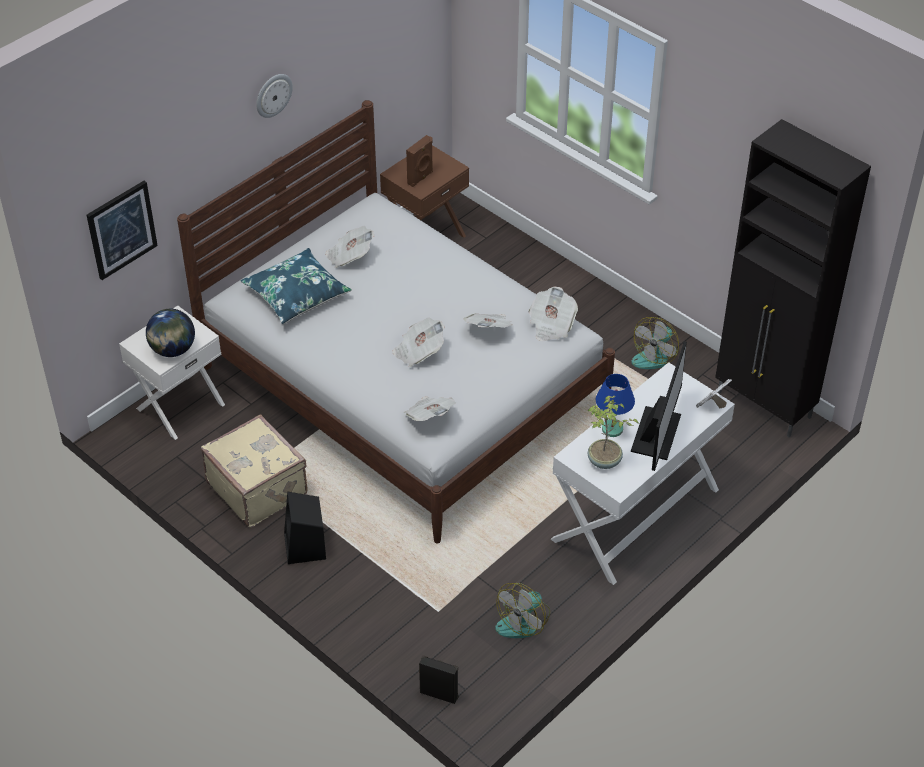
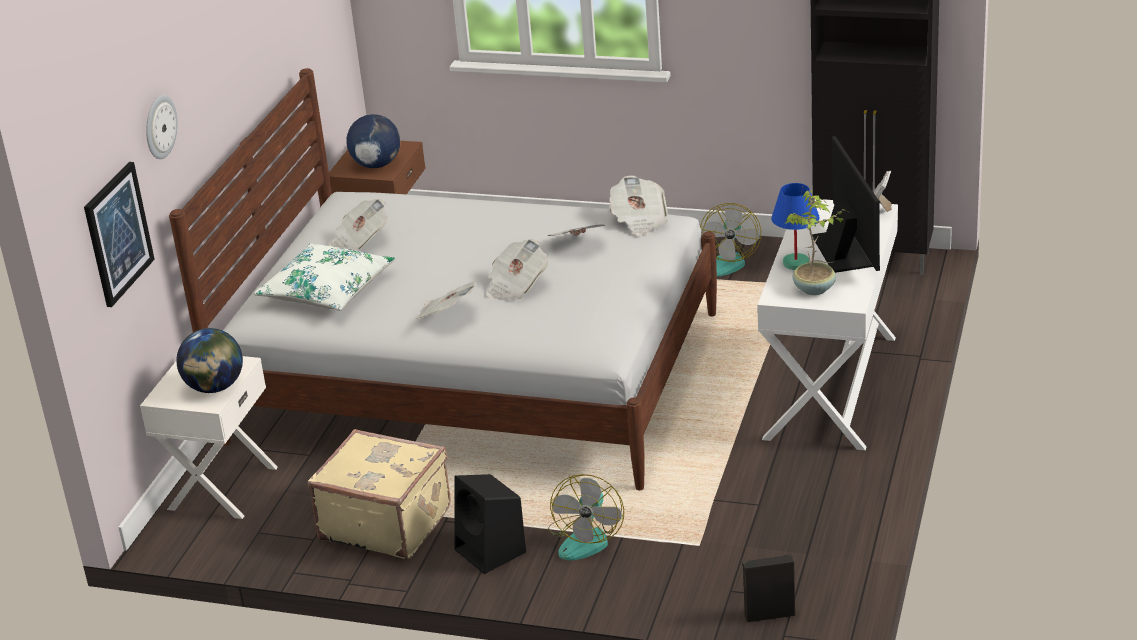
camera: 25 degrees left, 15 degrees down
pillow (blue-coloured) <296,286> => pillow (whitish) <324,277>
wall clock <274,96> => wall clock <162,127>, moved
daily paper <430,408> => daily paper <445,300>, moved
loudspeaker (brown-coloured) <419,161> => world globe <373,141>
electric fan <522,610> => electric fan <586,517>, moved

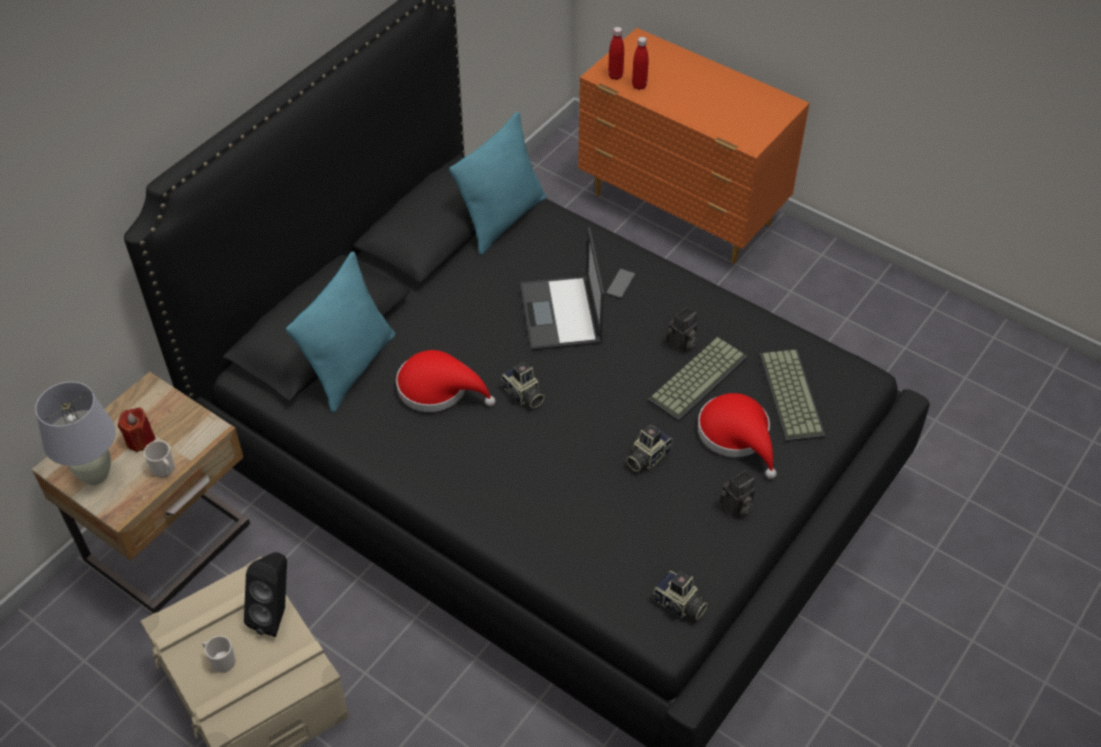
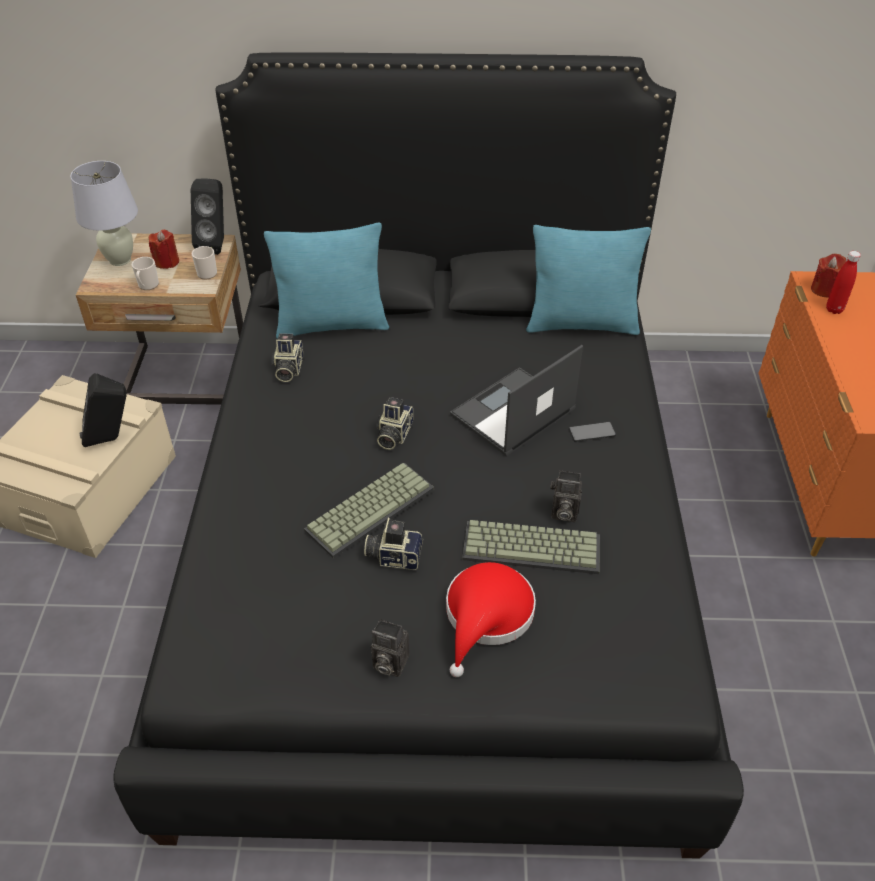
camera: 55 degrees right, 5 degrees down
mug <218,654> => mug <204,262>, moved
hat (red) <445,381> => nothing
bottle (red) <616,53> => wax candle (red) <828,276>
still camera <680,595> => still camera <287,357>, moved
keyboard <792,396> => keyboard <369,511>, moved
nothing => loudspeaker (blackish) <207,216>

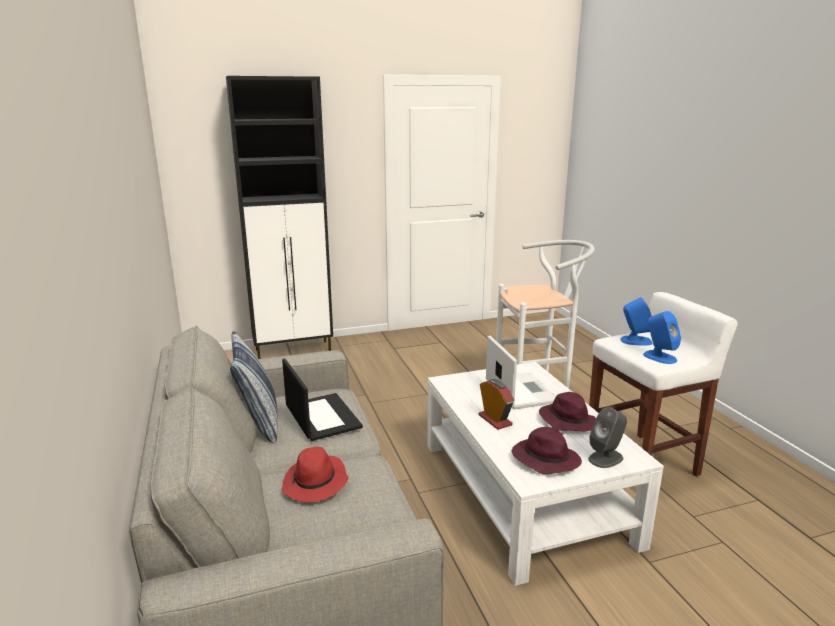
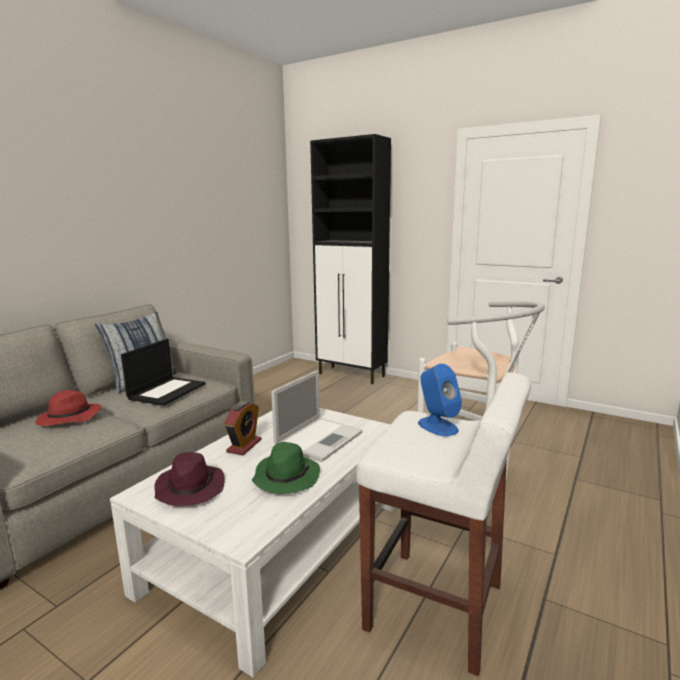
camera: 50 degrees right, 5 degrees down
hat (purplish) <567,411> => hat (green) <286,468>
loudspeaker (grey) <607,437> => nothing
loudspeaker (blue-coloured) <662,337> => nothing

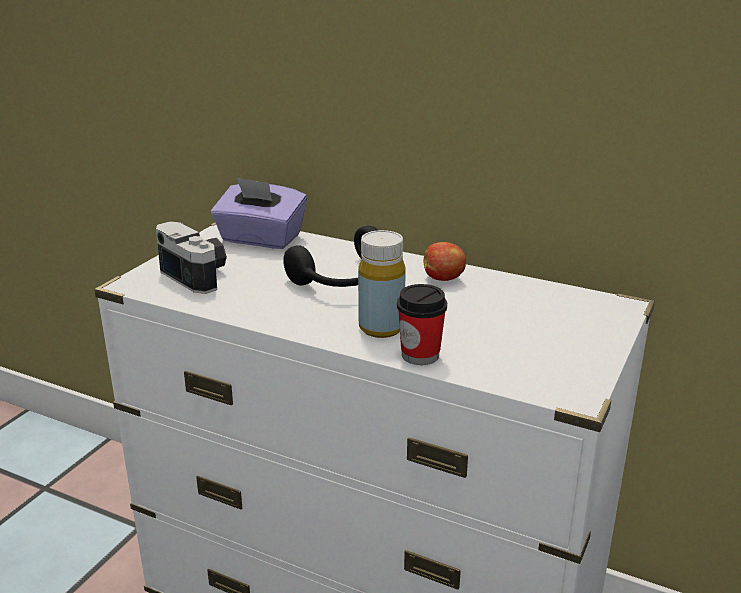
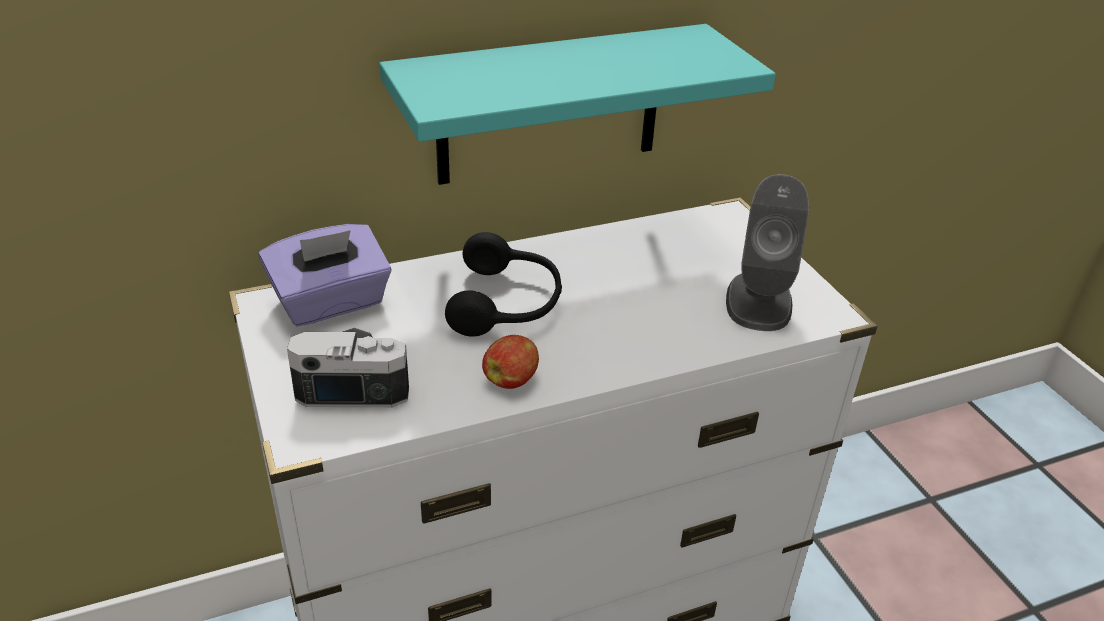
camera: 50 degrees left, 10 degrees up
bottle (yellow-coloured) <382,284> => nothing
small cup <422,324> => nothing
whole apple <445,261> => whole apple <510,362>, moved
nothing => shelf (blue-green) <577,104>
nothing => loudspeaker (grey) <767,252>

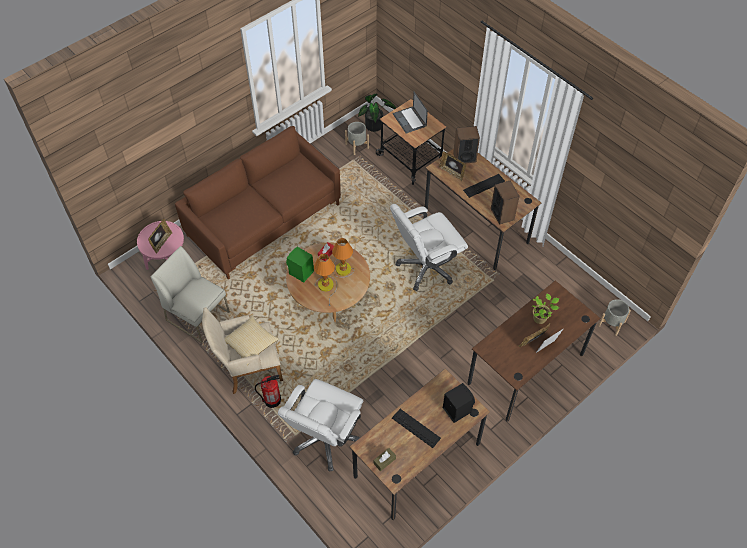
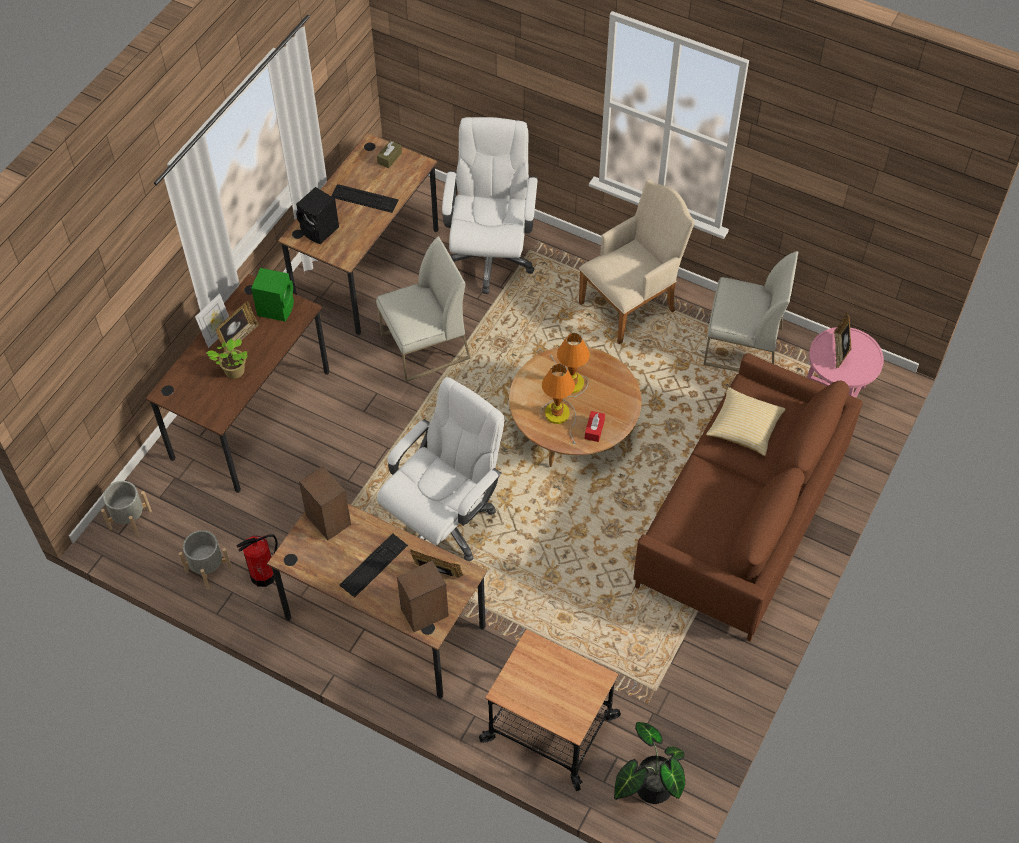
camera: 160 degrees right, 0 degrees up
pillow <251,340> => pillow <745,421>, moved
fire-fighting cylinder <268,391> => fire-fighting cylinder <257,560>, moved
loudspeaker (green) <300,264> => loudspeaker (green) <272,295>, moved
flower pot (grey) <357,138> => flower pot (grey) <205,560>, moved
notebook computer <410,112> => nothing
nothing => plain chair (whitish) <423,309>

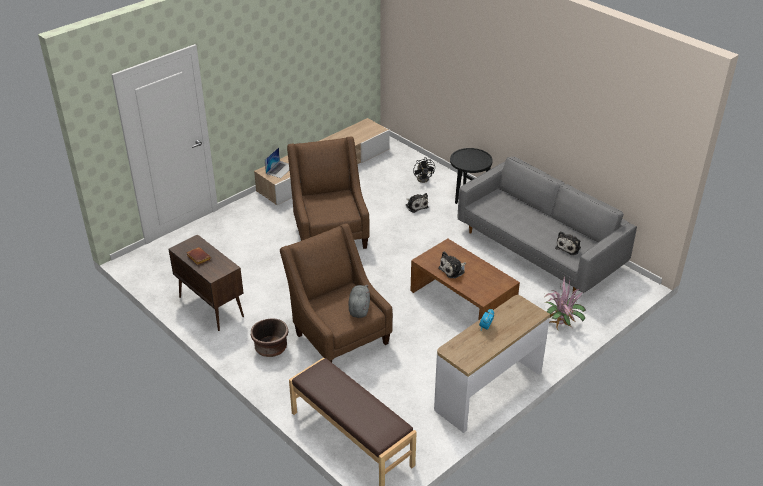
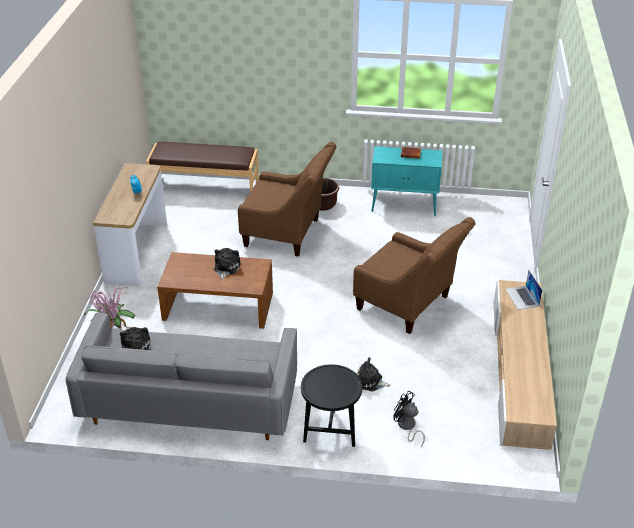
camera: 140 degrees right, 0 degrees up
storage cabinet (brown-coloured) <206,282> => storage cabinet (blue-green) <406,181>
soft toy (grey) <359,301> => nothing

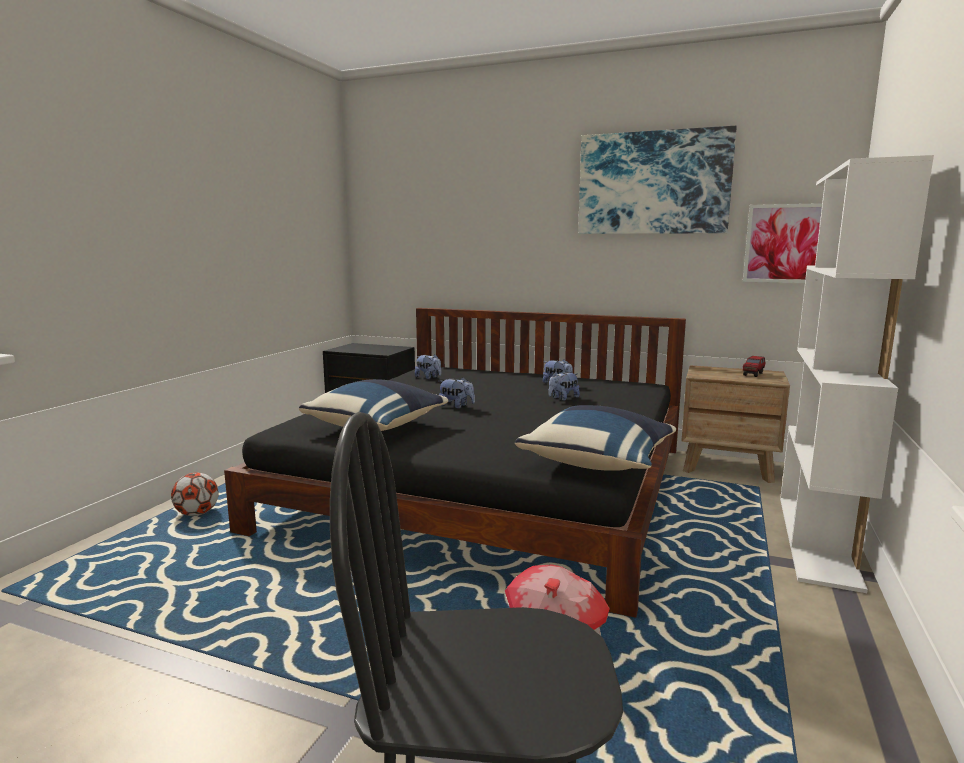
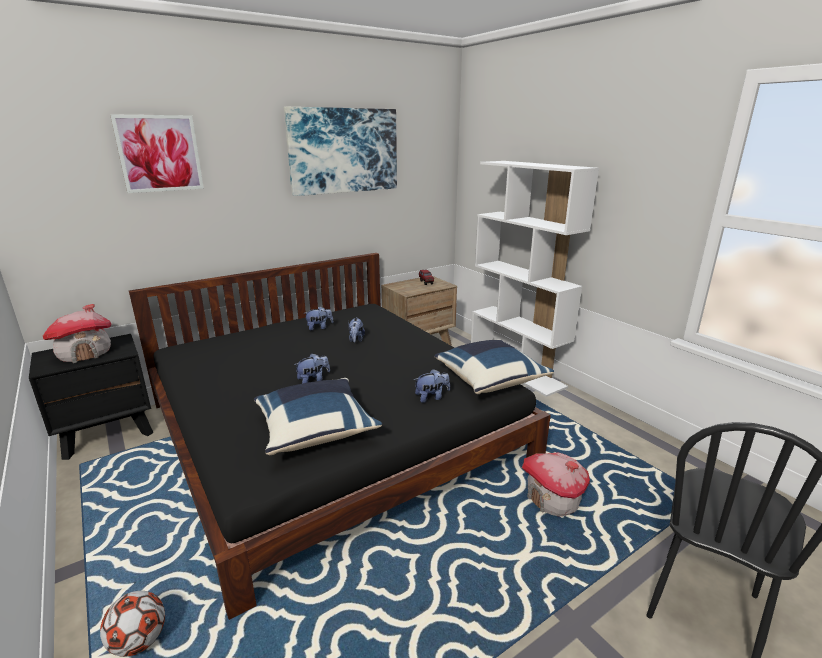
camera: 55 degrees left, 10 degrees up
soft toy <428,366> => soft toy <432,386>, moved
picture <782,243> => picture <157,153>, moved
nothing => toy house <77,333>

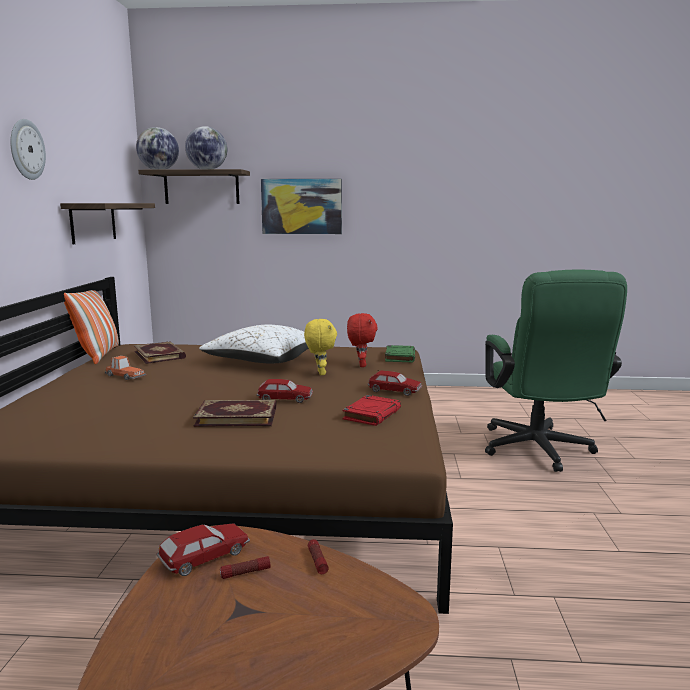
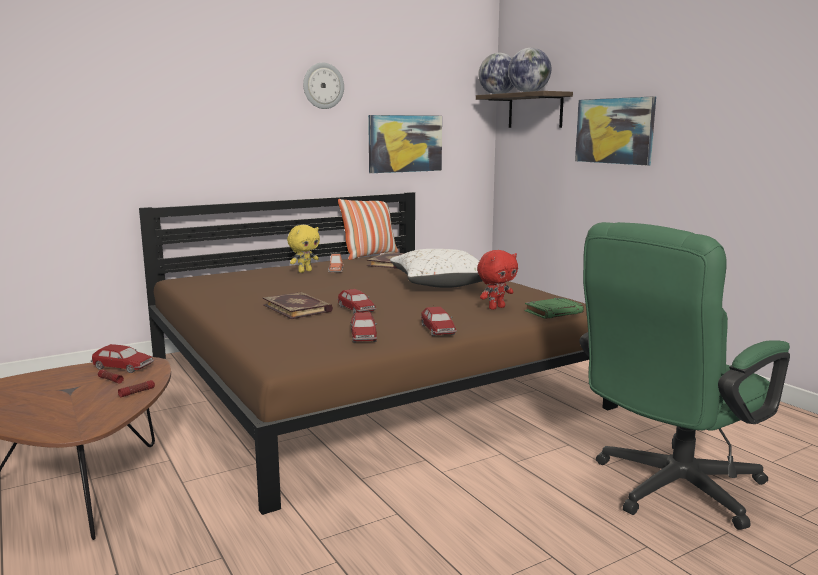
camera: 55 degrees right, 0 degrees up
shelf <107,223> => picture <405,144>
soft toy (yellow-coloured) <320,347> => soft toy (yellow-coloured) <303,249>, moved
bound book (red) <372,410> => miniature car <364,327>

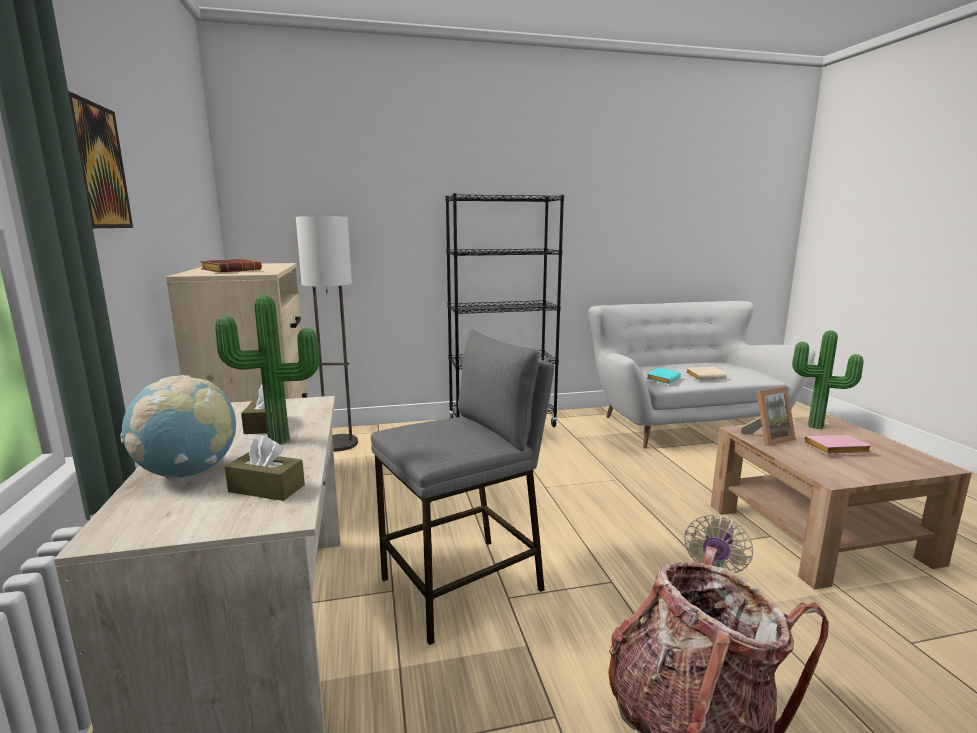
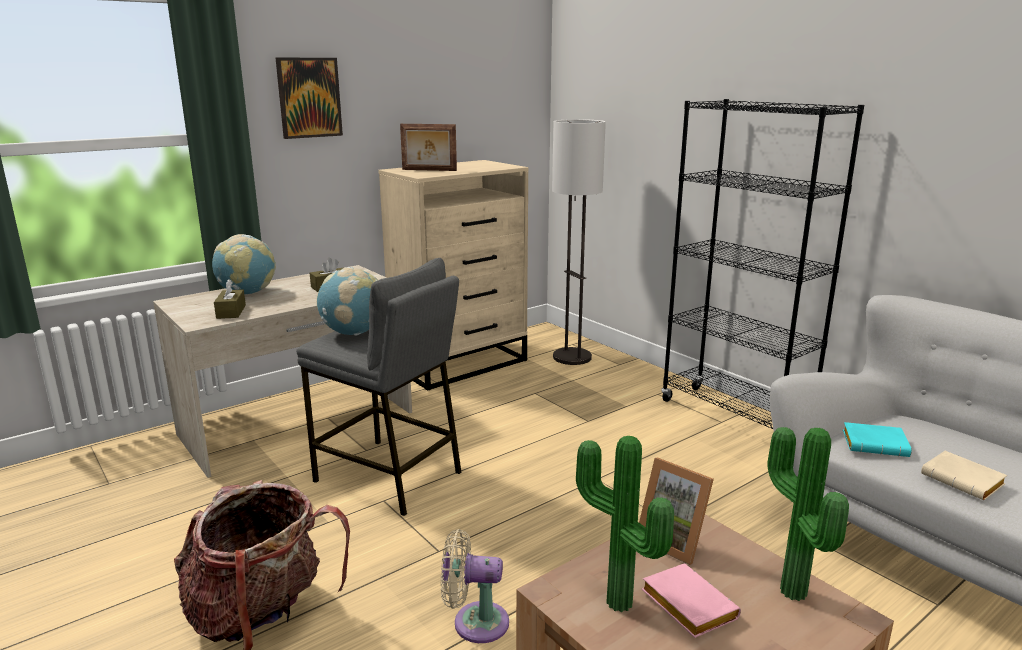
camera: 65 degrees right, 5 degrees up
bound book (brown-coloured) <231,266> => photo frame <428,147>
potted plant <267,370> => potted plant <625,524>, moved
nothing => world globe <347,301>

